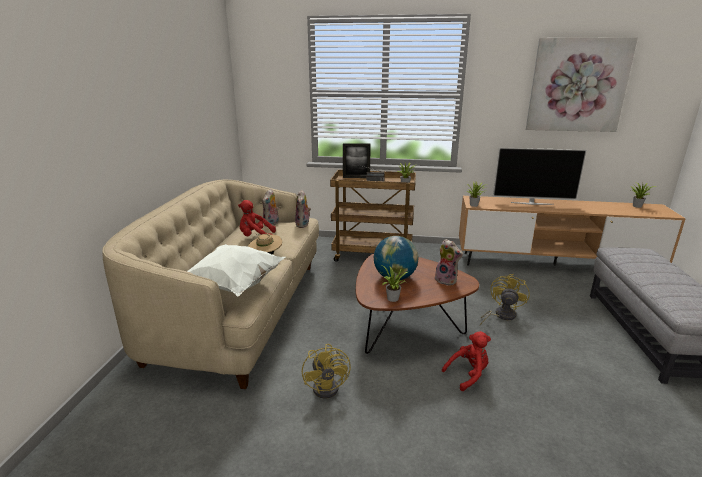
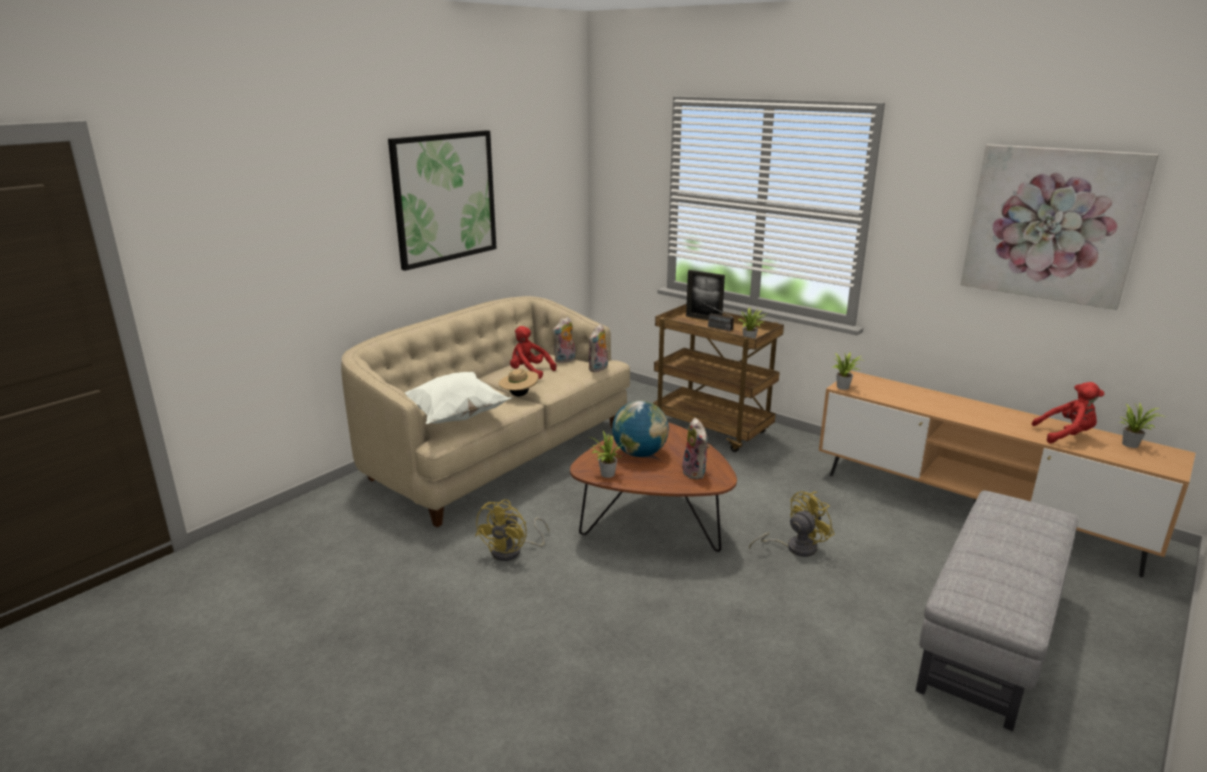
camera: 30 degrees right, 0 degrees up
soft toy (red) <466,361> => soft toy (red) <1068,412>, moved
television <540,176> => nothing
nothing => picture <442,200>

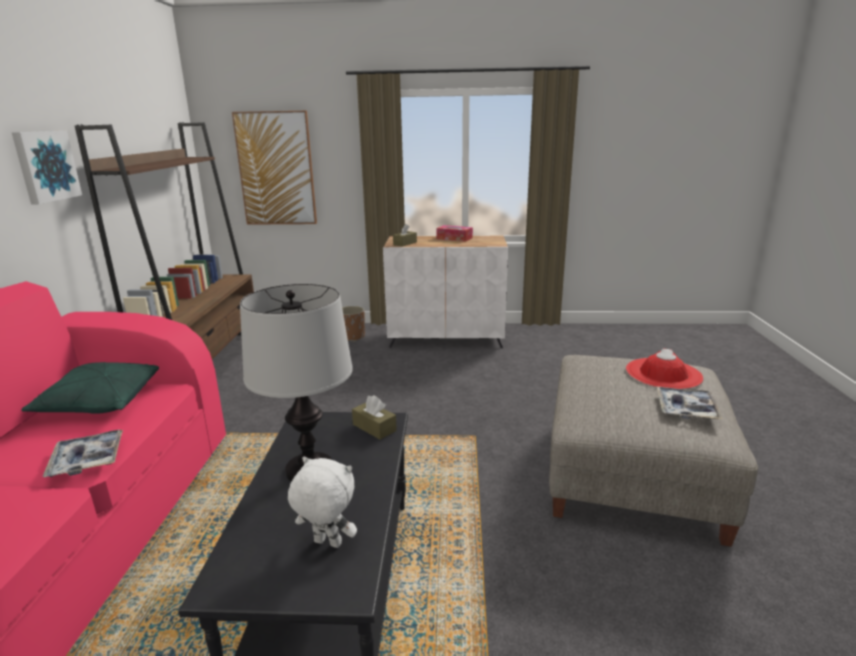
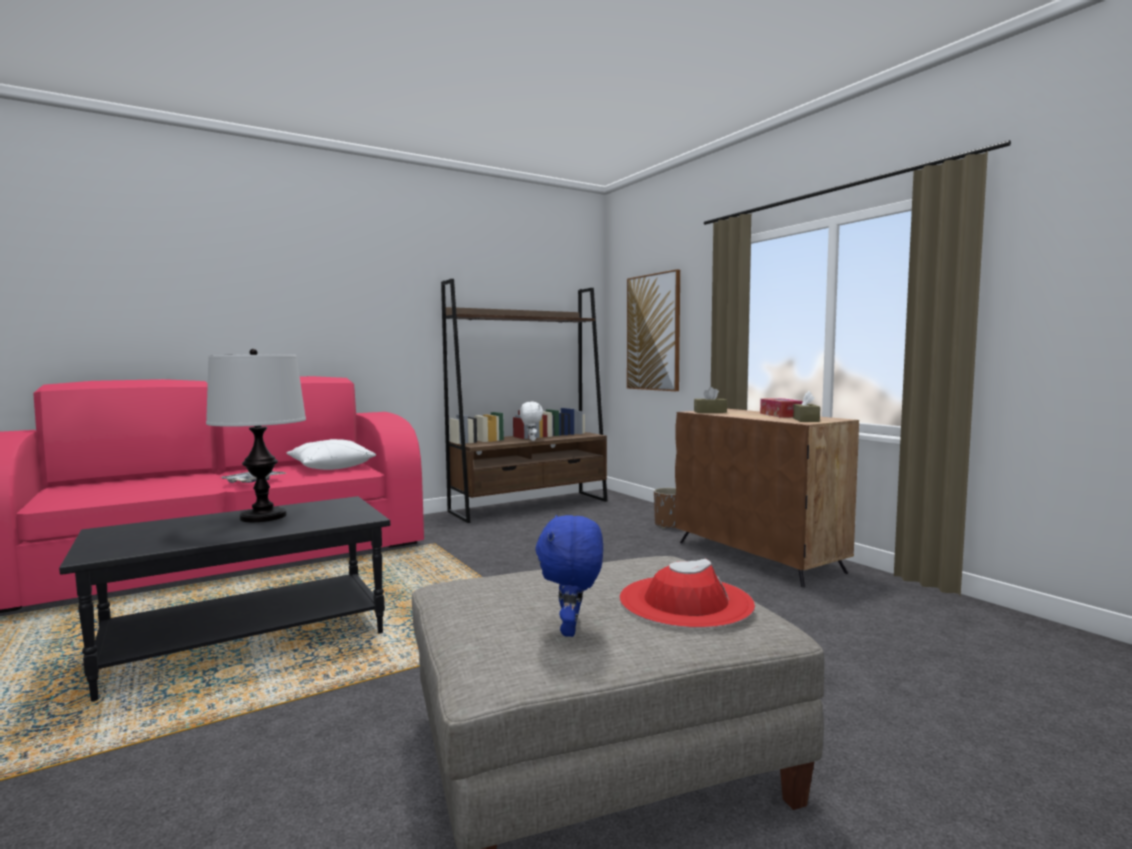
camera: 55 degrees right, 15 degrees down
picture <47,167> => nothing
pillow (green) <90,388> => pillow (whitish) <331,454>
soft toy (whitish) <322,502> => soft toy (whitish) <531,421>, moved
tissue box (brown-coloured) <374,417> => tissue box (brown-coloured) <806,406>, moved
storage cabinet (whitish) <445,292> => storage cabinet (brown-coloured) <767,498>
carrying tray <690,403> => soft toy (blue-coloured) <569,576>

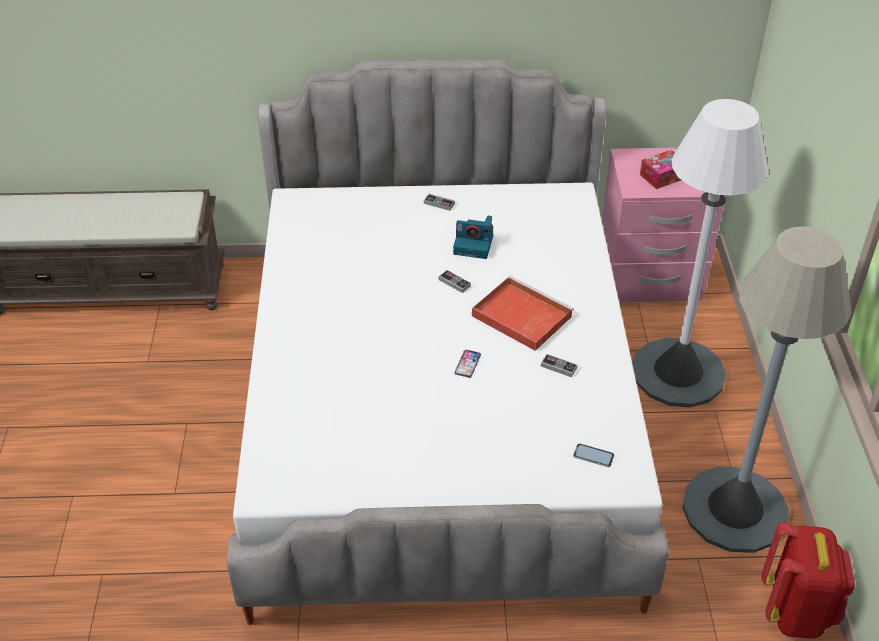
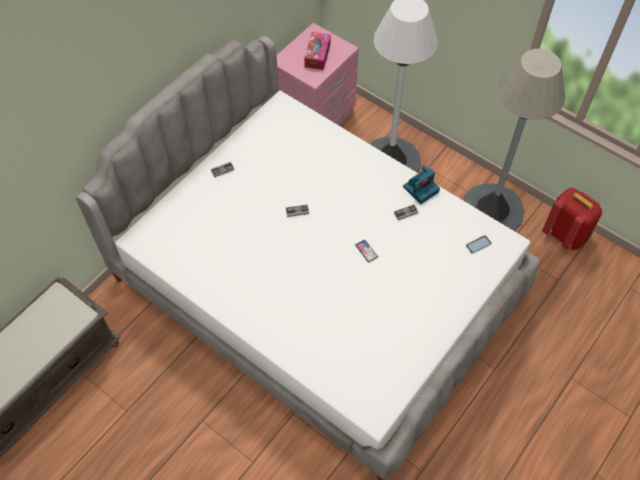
camera: 50 degrees left, 15 degrees up
still camera <473,237> => still camera <421,184>, moved
carrying tray (red) <523,313> => nothing

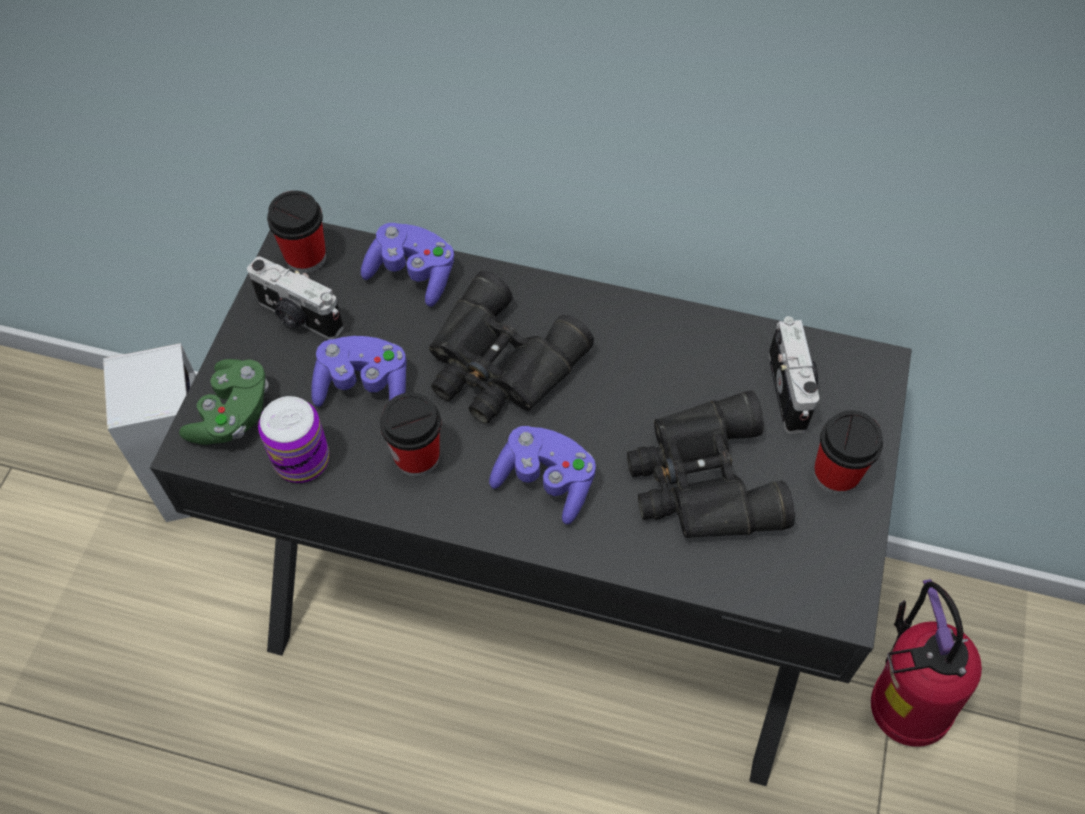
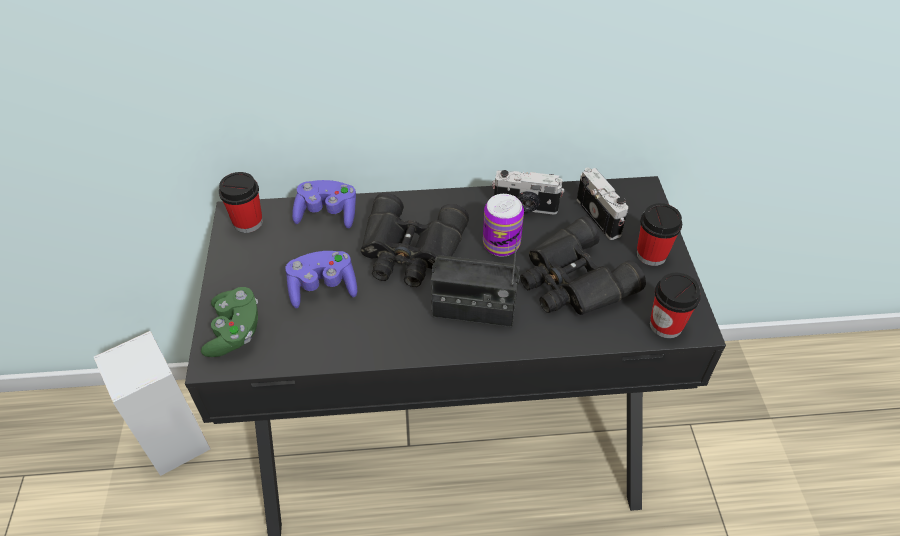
camera: 20 degrees left, 10 degrees down
still camera <295,298> => still camera <528,192>, moved
sealed can <293,439> => sealed can <503,225>, moved
small cup <410,434> => small cup <675,305>, moved
joypad (purplish) <542,475> => radio <475,282>
fire-fighting cylinder <926,663> => nothing

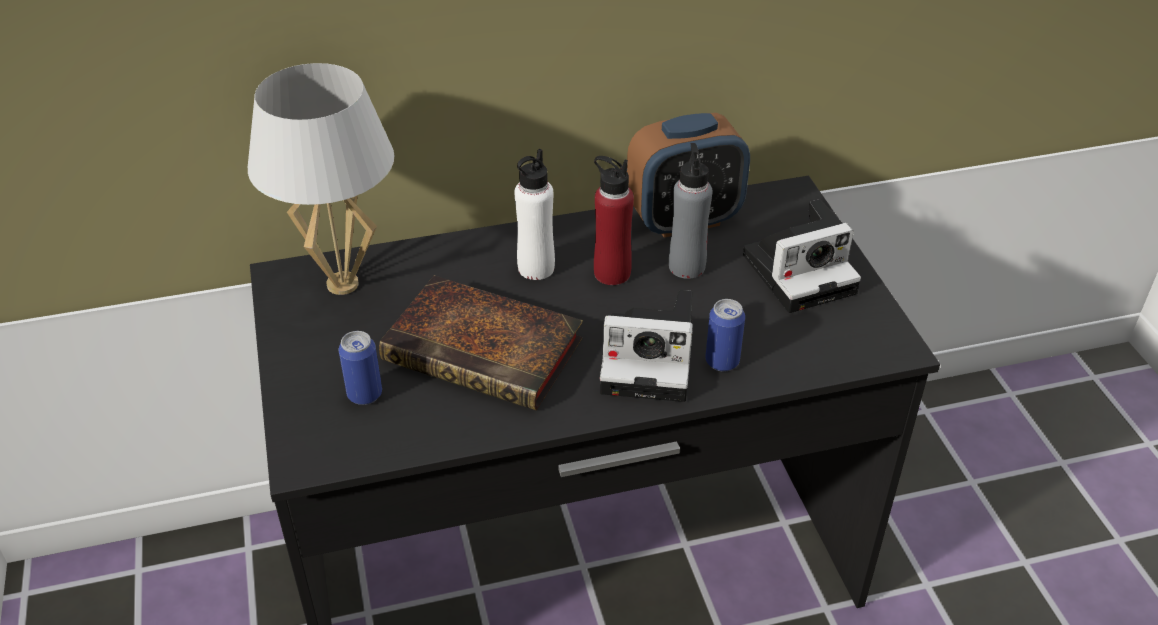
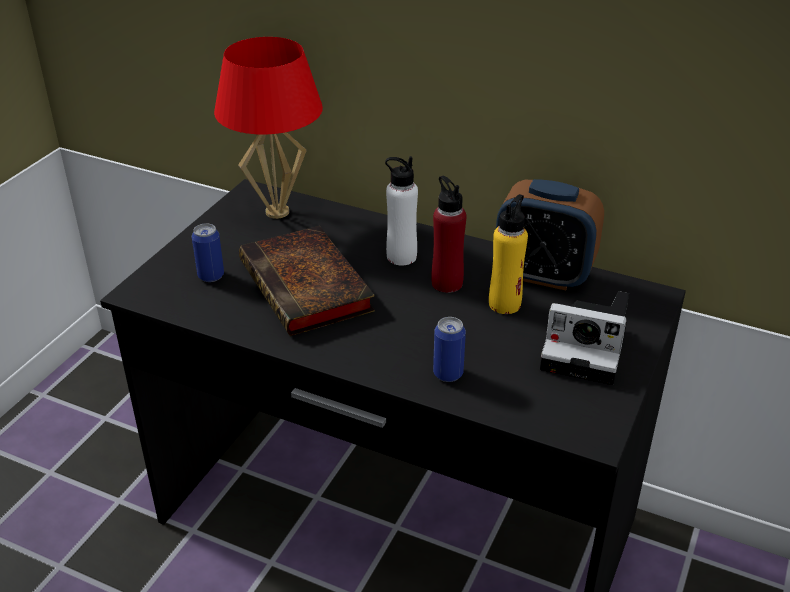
camera: 40 degrees right, 5 degrees down
table lamp (whitish) <321,179> => table lamp (red) <268,128>
still camera <646,346> => nothing
bottle (grey) <690,211> => bottle (yellow-coloured) <508,254>

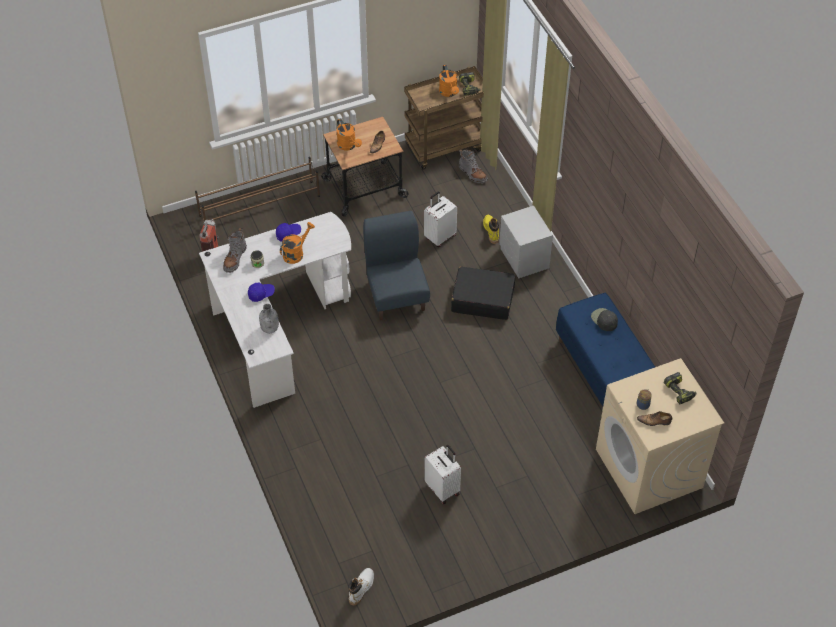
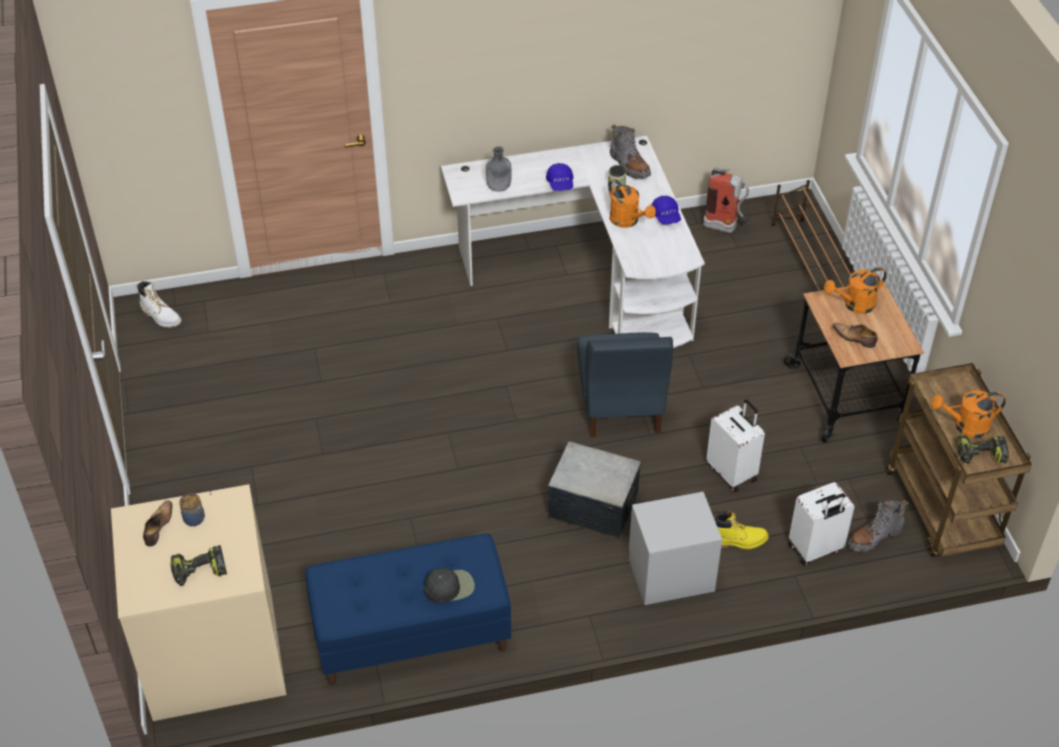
camera: 100 degrees right, 5 degrees down
high-top boot (grey) <235,250> => high-top boot (grey) <630,151>, 150 degrees counterclockwise
plain chair (blue-coloured) <396,265> => plain chair (blue-coloured) <625,385>, 90 degrees clockwise
suitcase (whitish) <442,474> => suitcase (whitish) <821,524>, moved
suitcase (blackish) <483,293> => storage container <595,490>

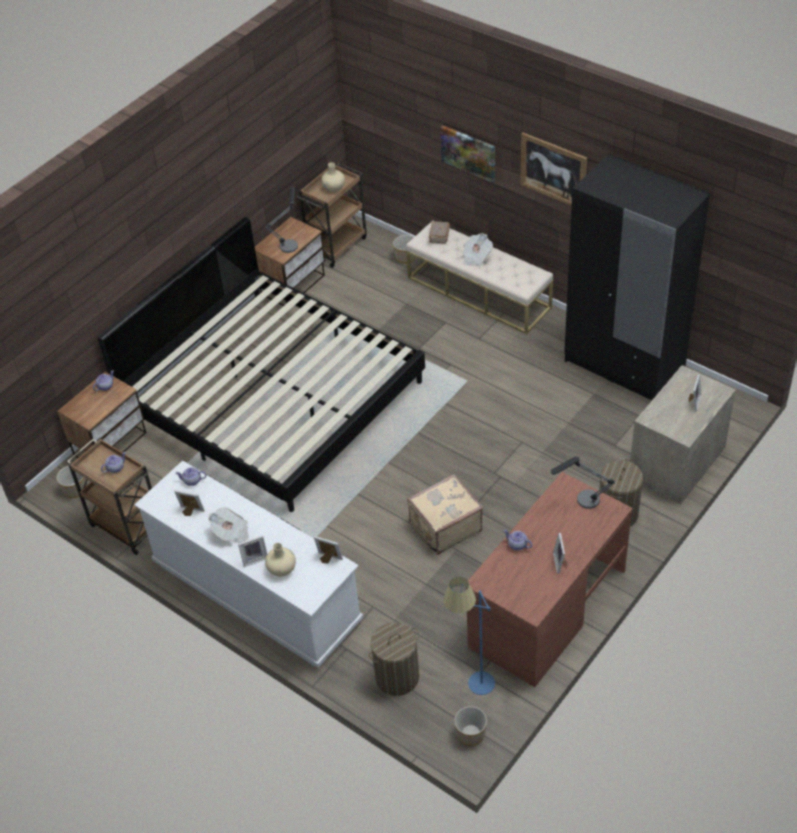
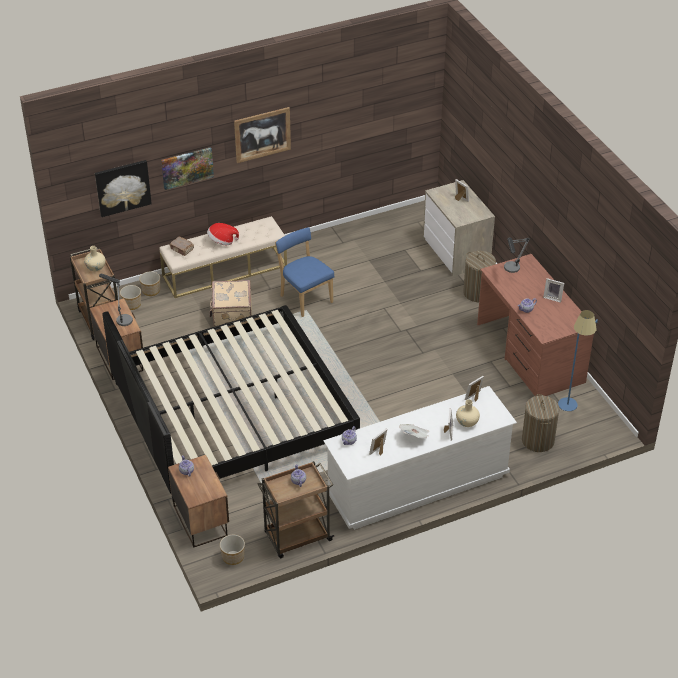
camera: 65 degrees left, 5 degrees down
suitcase (sand-coloured) <445,514> => suitcase (sand-coloured) <230,303>, moved
flower pot <470,726> => flower pot <130,297>, moved
daily paper <477,249> => hat <223,234>
armoire (blackish) <637,276> => nothing
nothing => picture <123,188>
nothing => plain chair (blue-coloured) <304,272>

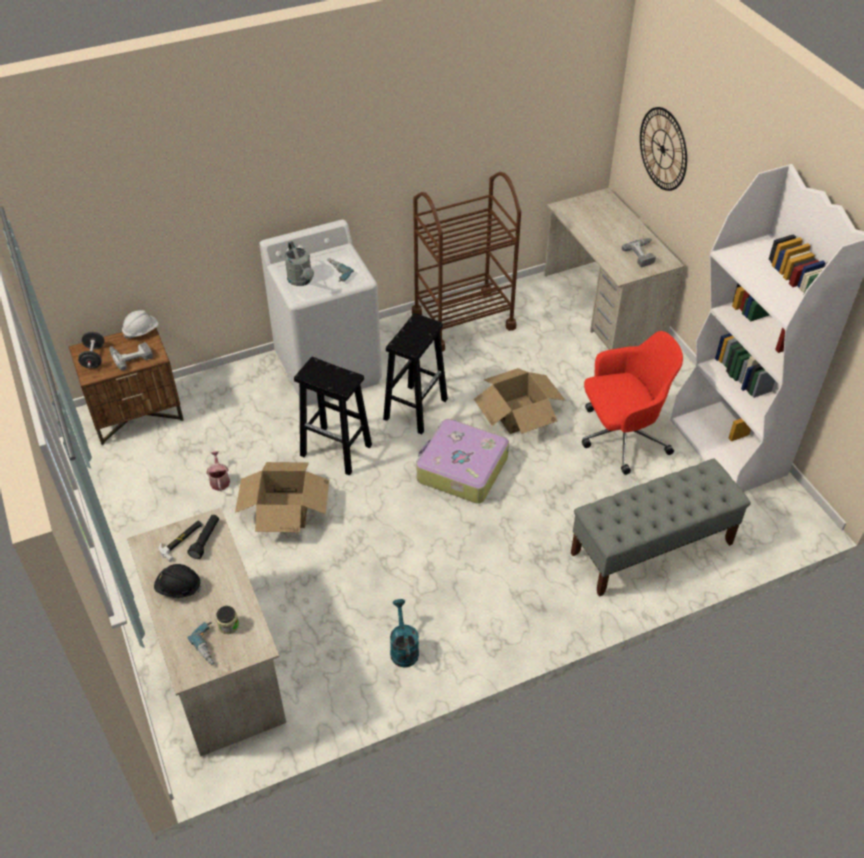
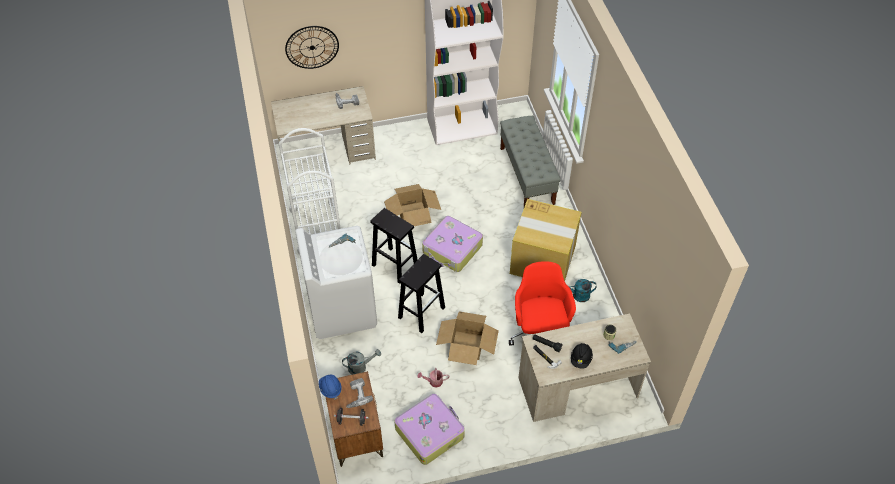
camera: 80 degrees left, 5 degrees up
hard hat (whitish) <140,324> => hard hat (blue-coloured) <330,387>
watering pot (grey) <299,263> => watering pot (grey) <361,362>, moved
trolley (brown-coloured) <466,262> => trolley (whitish) <310,191>
computer chair (red) <632,403> => computer chair (red) <542,303>, moved
nothing => suitcase <429,429>
nothing => packing box <546,240>

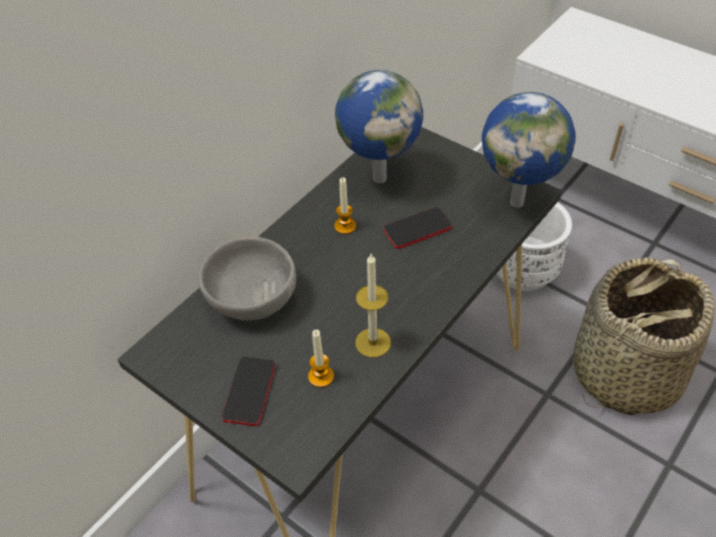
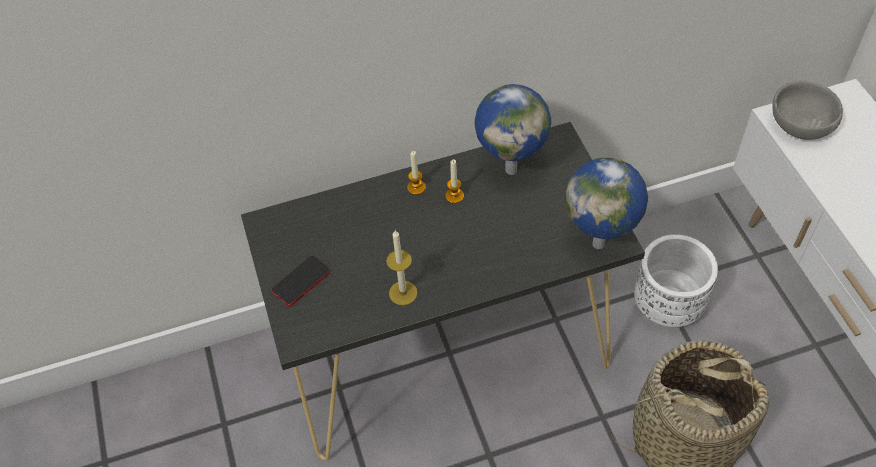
camera: 35 degrees right, 5 degrees up
serving bowl (grey) <247,278> => serving bowl (grey) <807,110>, moved
wax candle <321,358> => wax candle <416,173>, moved
telephone <417,228> => nothing

